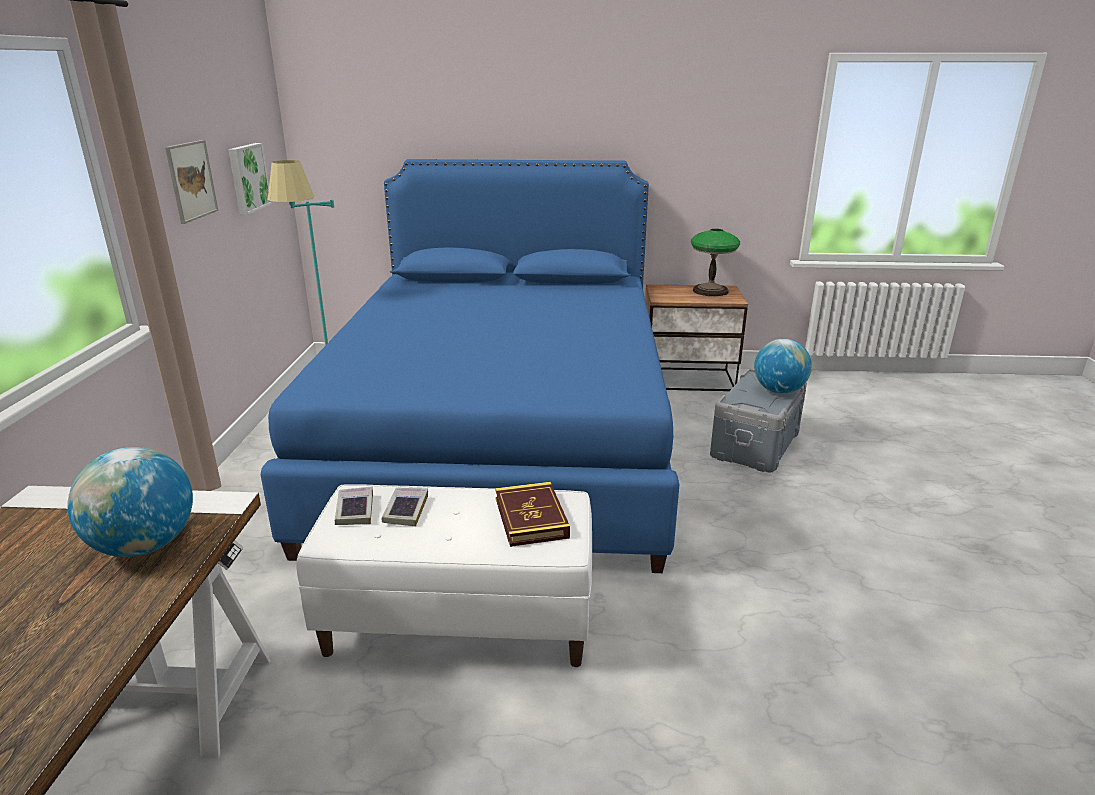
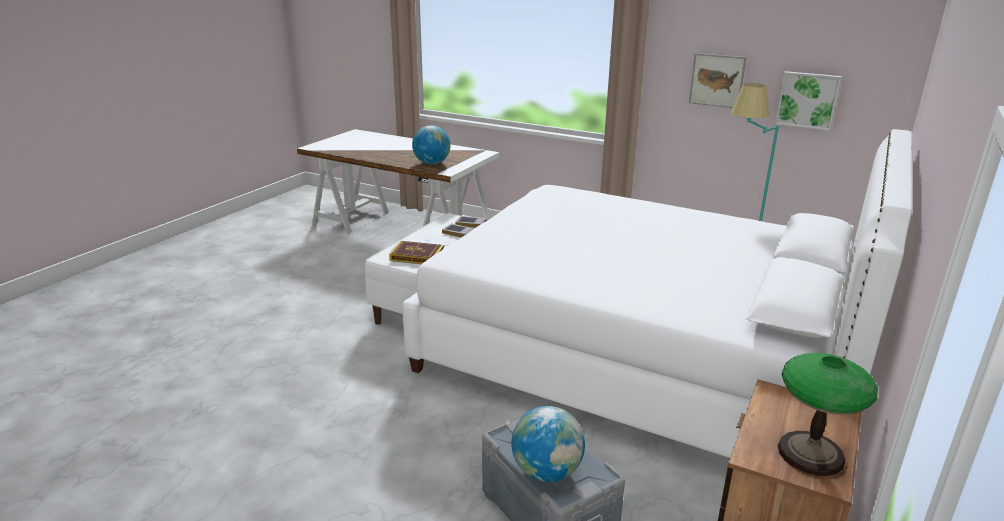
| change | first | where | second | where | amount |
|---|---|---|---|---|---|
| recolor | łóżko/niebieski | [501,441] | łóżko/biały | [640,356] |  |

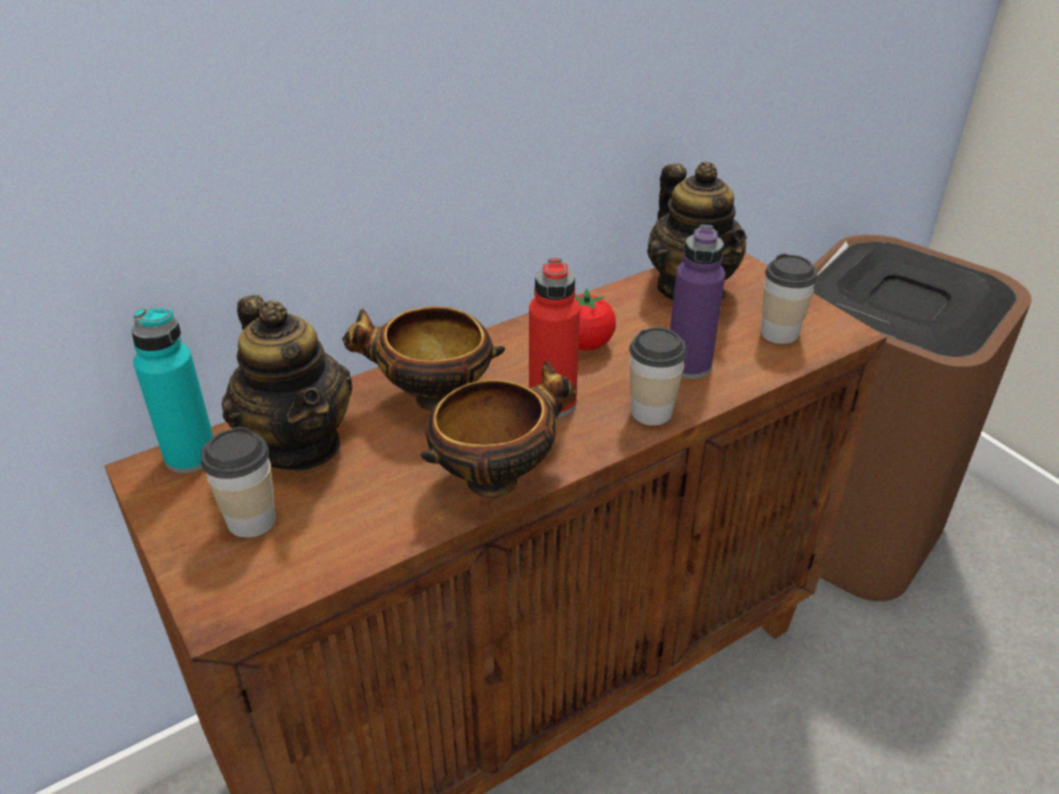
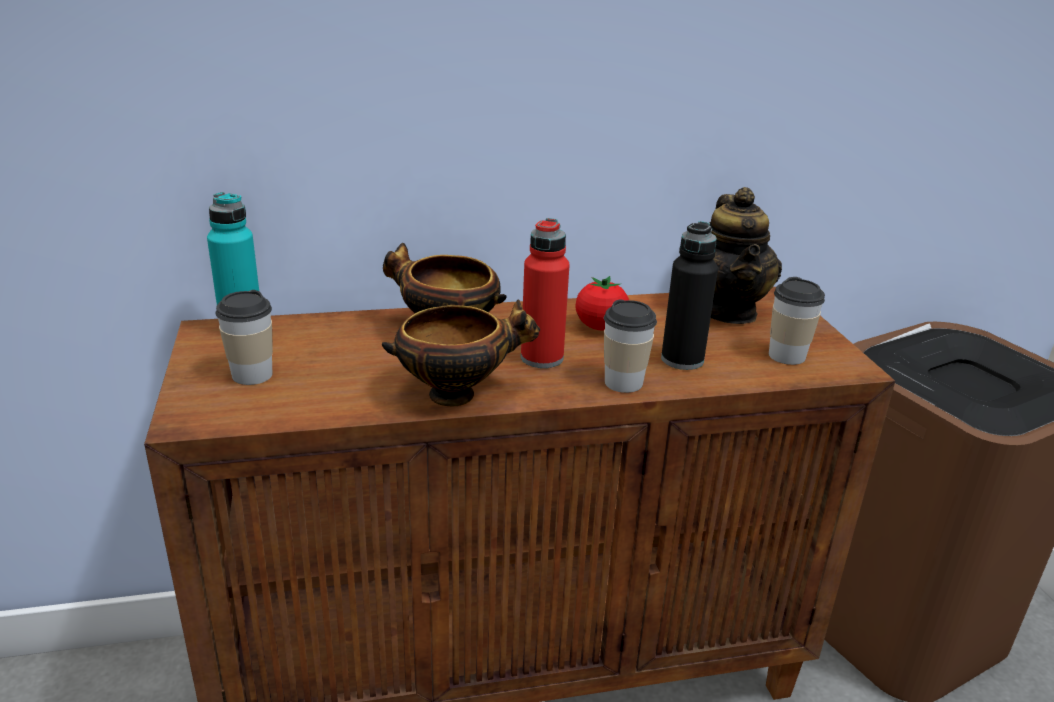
| change | first | where | second | where | amount |
|---|---|---|---|---|---|
| recolor | butelka/fioletowy | [688,366] | butelka/czarny | [682,360] |  |
| delete | imbryk | [299,444] |  |  |  |

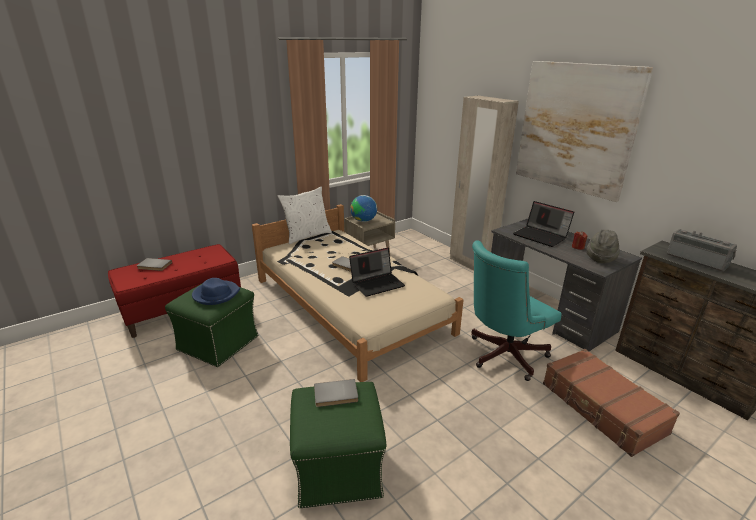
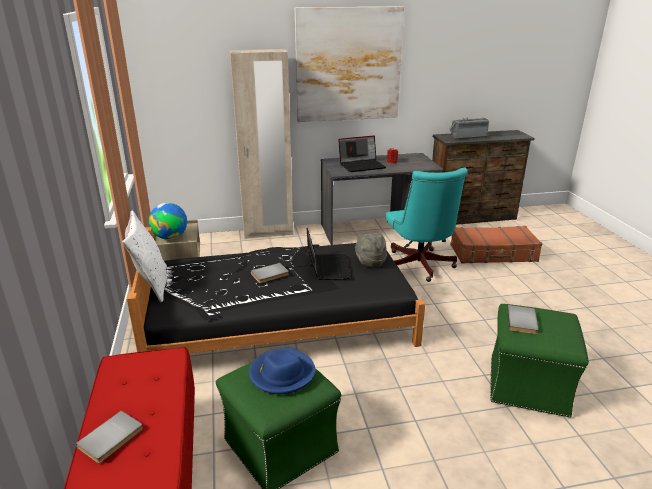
| change | first | where | second | where | amount |
|---|---|---|---|---|---|
| recolor | łóżko/beżowy | [349,305] | łóżko/czarny | [279,320] |  |
| move | kapelusz/szary | [600,258] |  | [370,262] |  |

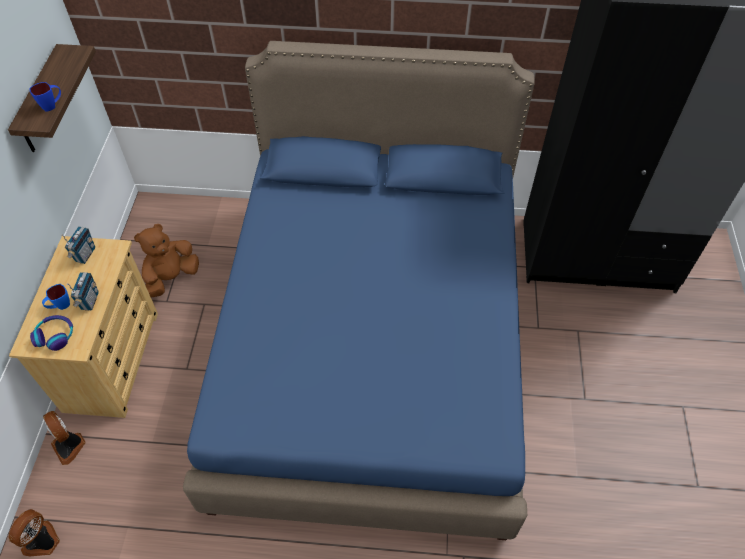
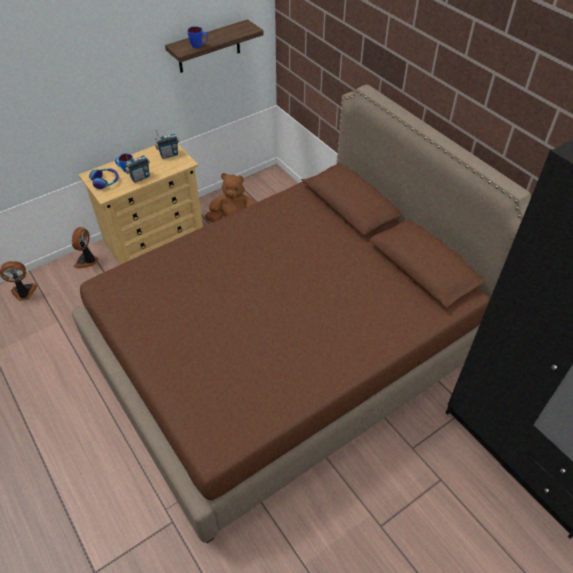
| change | first | where | second | where | amount |
|---|---|---|---|---|---|
| recolor | łóżko/niebieski | [372,347] | łóżko/brązowy | [286,353] |  |

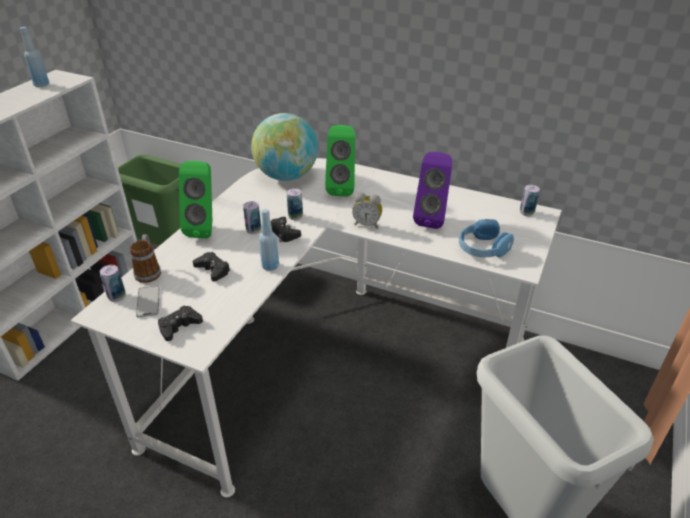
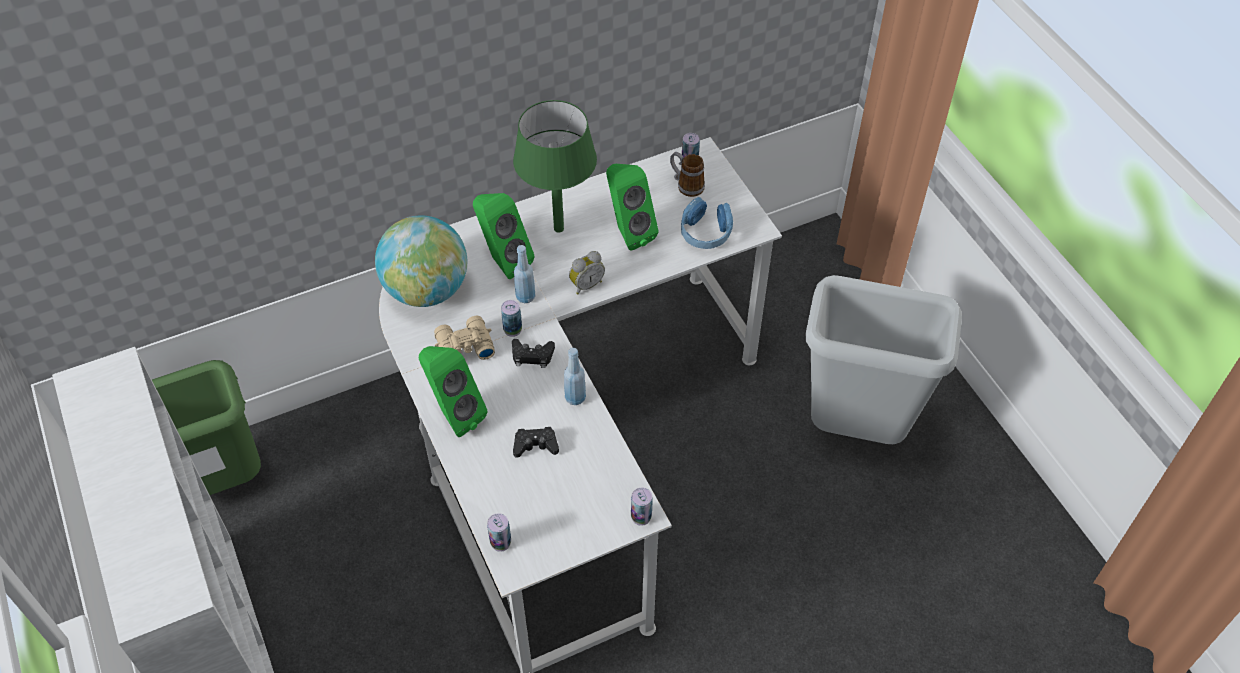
| change | first | where | second | where | amount |
|---|---|---|---|---|---|
| move | butelka/niebieski | [41,85] |  | [525,296] |  |
| recolor | głośnik/fioletowy | [431,218] | głośnik/zielony | [628,232] |  |
| move | puszka | [253,230] |  | [641,516] |  |
| move | kubek | [149,271] |  | [686,185] |  |
| delete | telefon | [148,302] |  |  |  |
| delete | pad do gier/czarny | [179,326] |  |  |  |
| insert |  |  | lampa stołowa/zielony | [558,228] |  |
| insert |  |  | lornetka/beżowy | [463,347] |  |

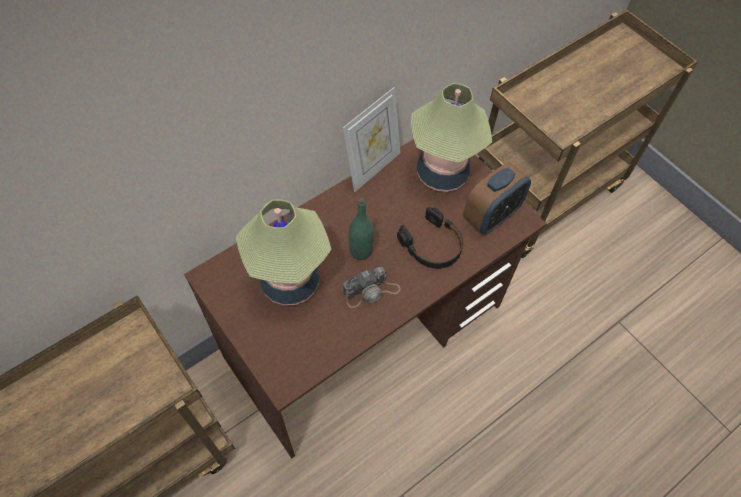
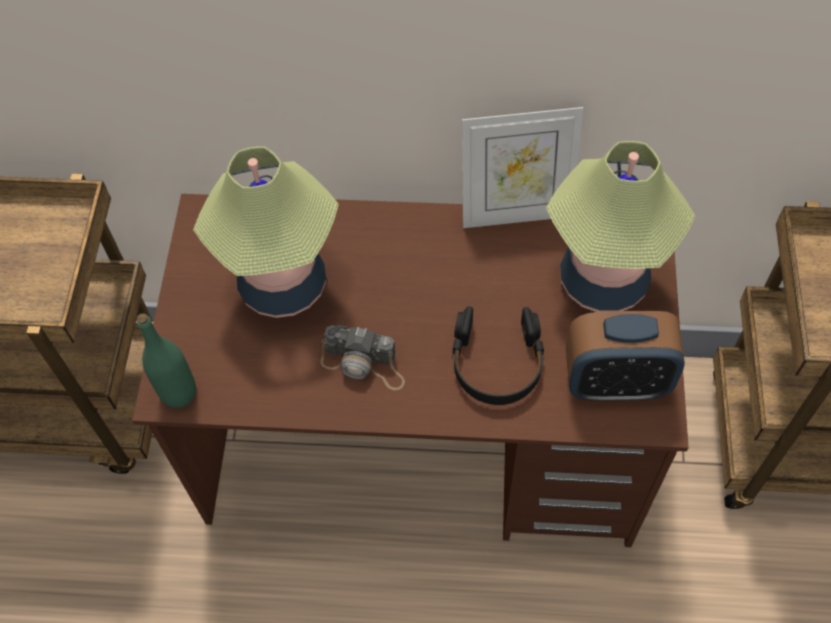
| change | first | where | second | where | amount |
|---|---|---|---|---|---|
| move | butelka/zielony | [361,251] |  | [178,392] |  |

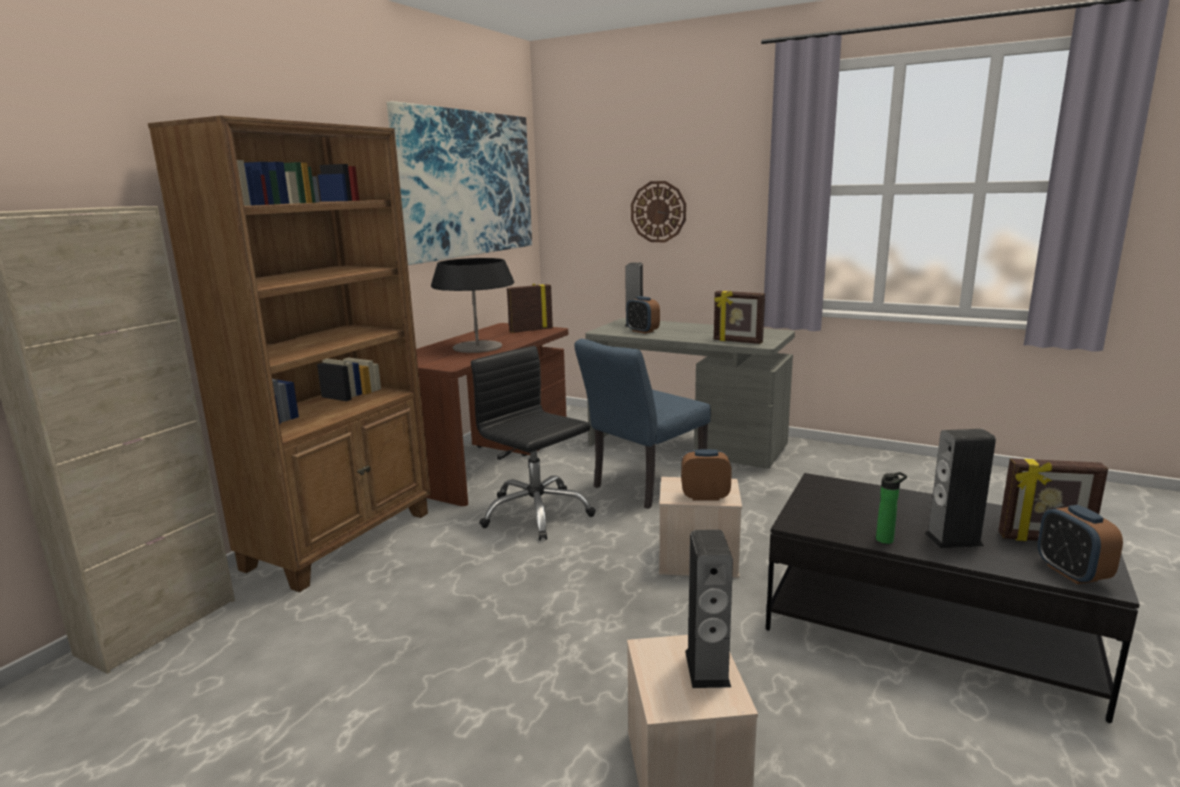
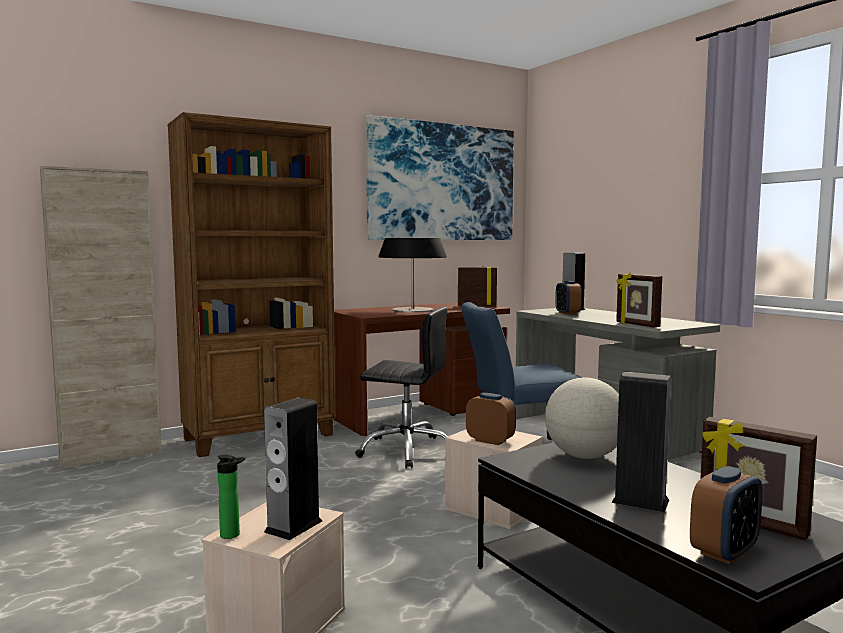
| change | first | where | second | where | amount |
|---|---|---|---|---|---|
| delete | zegar ścienny | [658,211] |  |  |  |
| rotate | krzesło biurowe/czarny | [536,513] |  | [407,450] | 120 degrees clockwise |
| move | butelka | [887,539] |  | [232,535] |  |
| rotate | budzik | [1071,573] |  | [724,552] | 150 degrees counterclockwise |
| insert |  |  | globus | [584,456] |  |

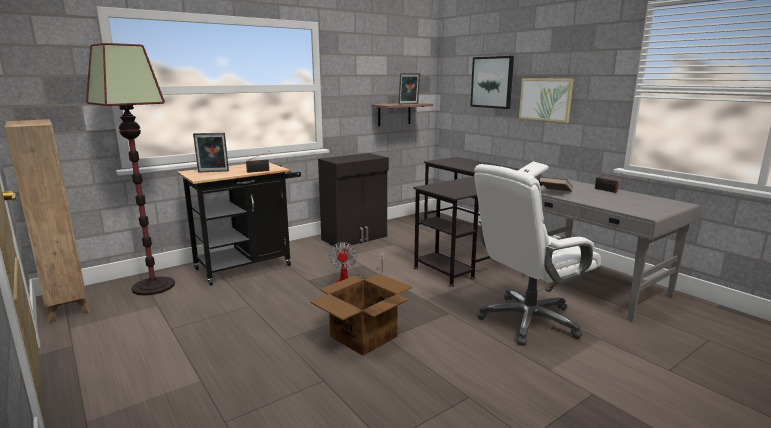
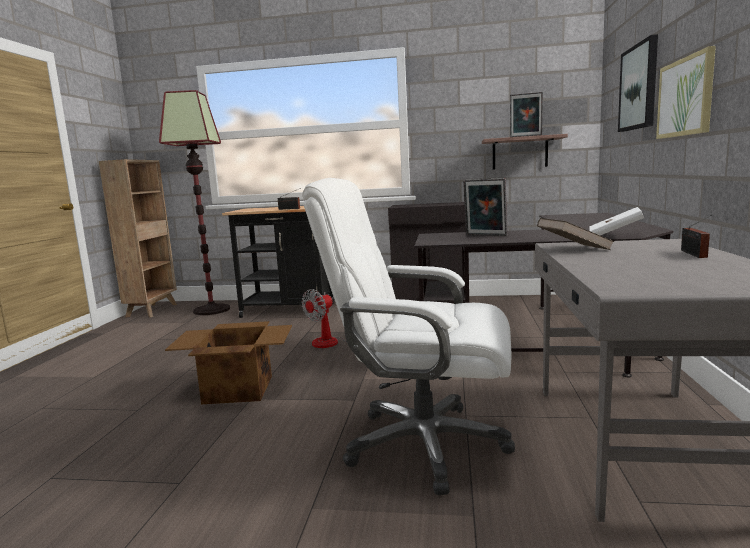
| change | first | where | second | where | amount |
|---|---|---|---|---|---|
| move | ramka na zdjęcie | [213,172] |  | [485,235] |  |

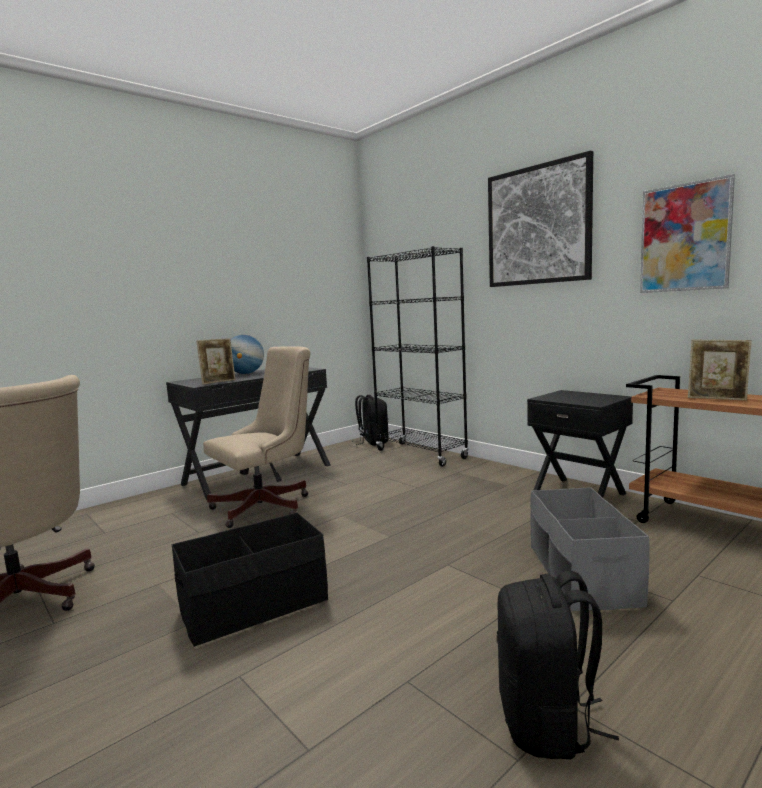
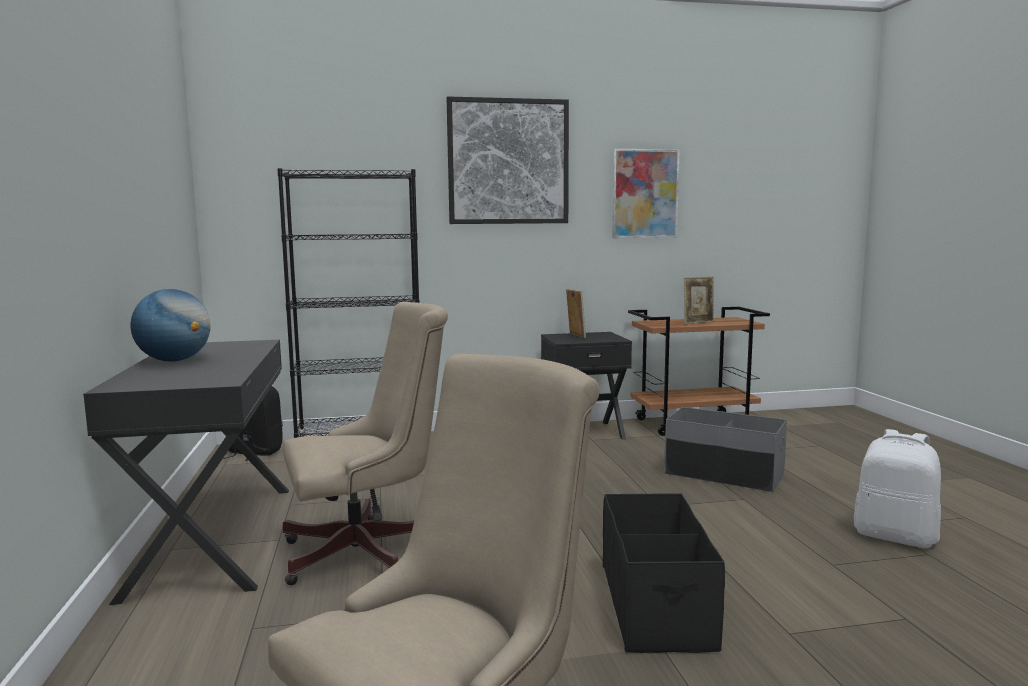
| change | first | where | second | where | amount |
|---|---|---|---|---|---|
| move | ramka na zdjęcie | [218,382] |  | [575,336] |  |
| rotate | krzesło biurowe/beżowy | [268,506] |  | [369,552] | 75 degrees clockwise |
| recolor | plecak/czarny | [547,722] | plecak/biały | [895,536] |  |

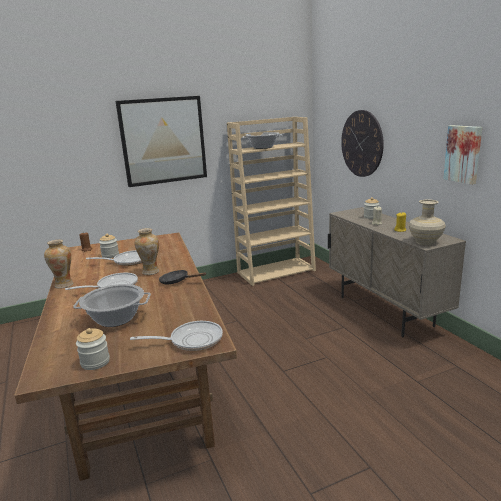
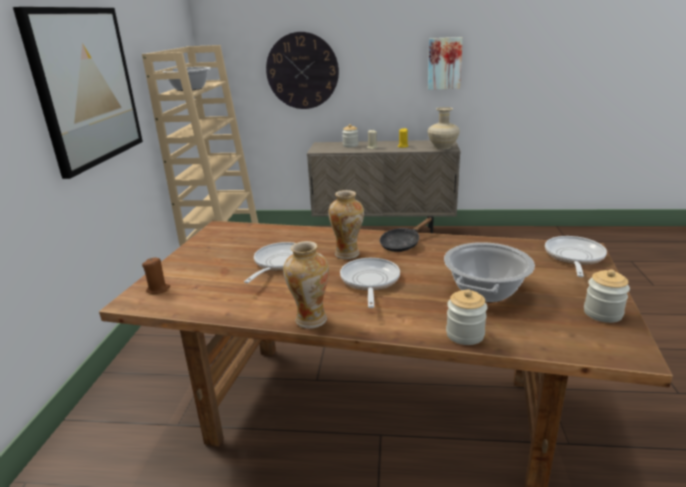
| change | first | where | second | where | amount |
|---|---|---|---|---|---|
| move | słoik | [110,255] |  | [465,334] |  |

